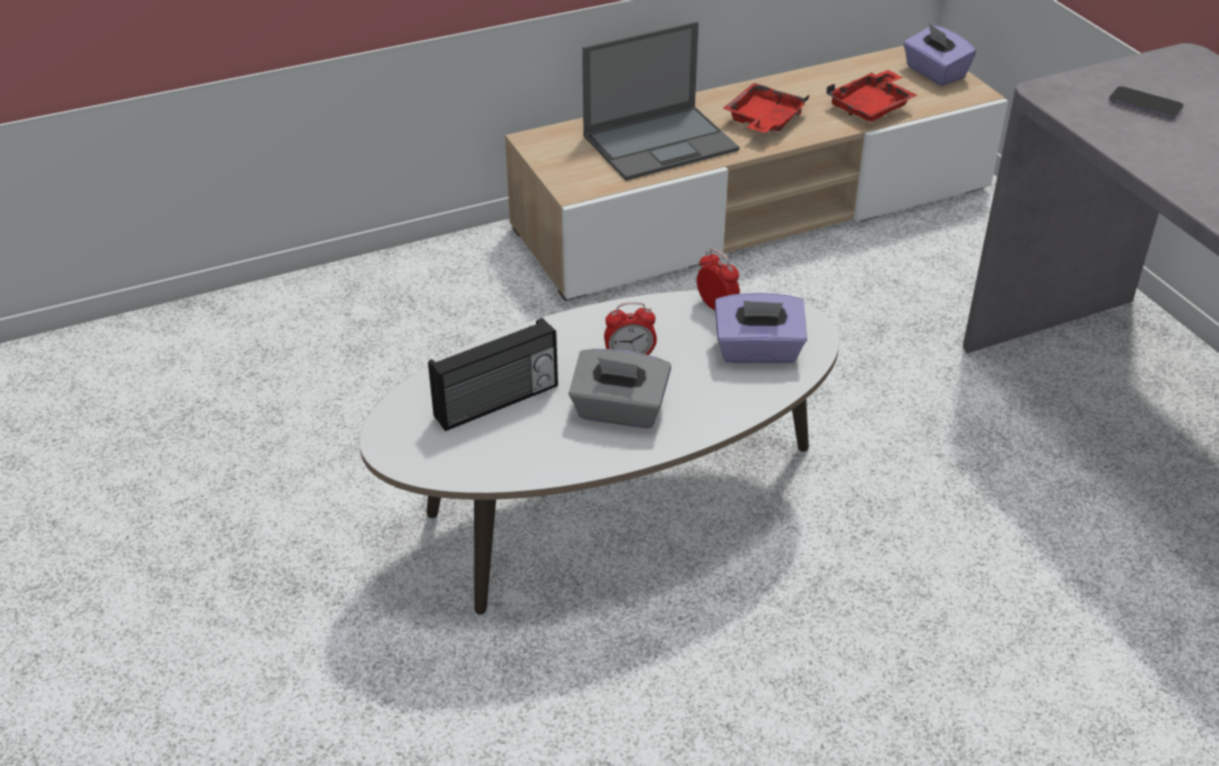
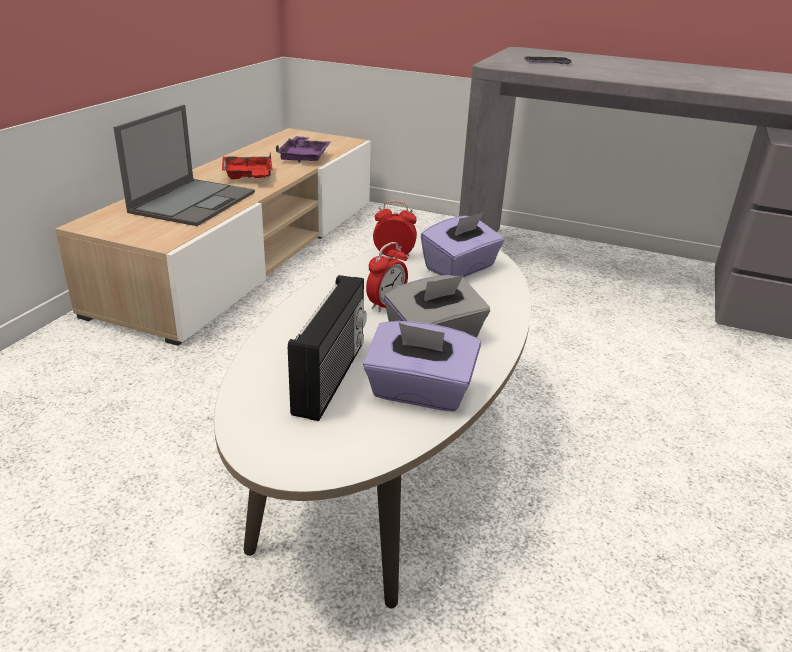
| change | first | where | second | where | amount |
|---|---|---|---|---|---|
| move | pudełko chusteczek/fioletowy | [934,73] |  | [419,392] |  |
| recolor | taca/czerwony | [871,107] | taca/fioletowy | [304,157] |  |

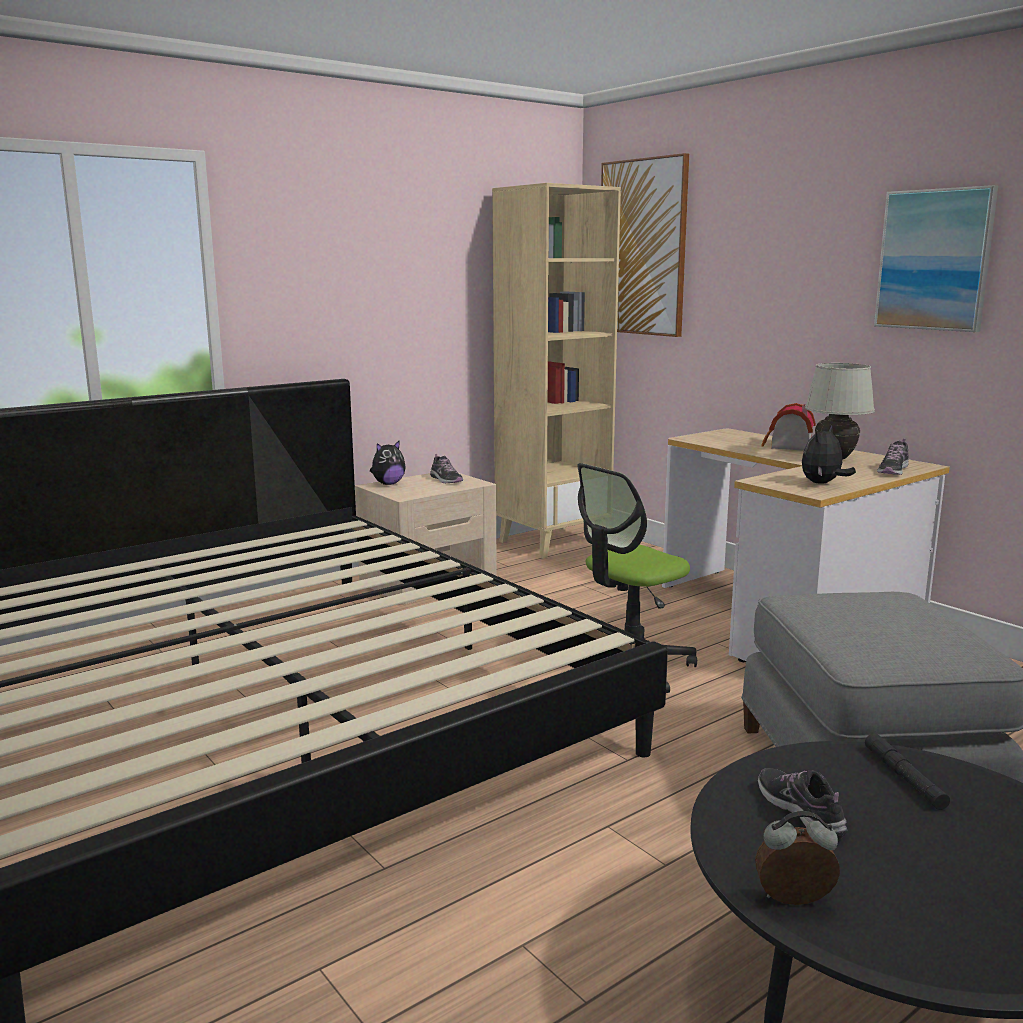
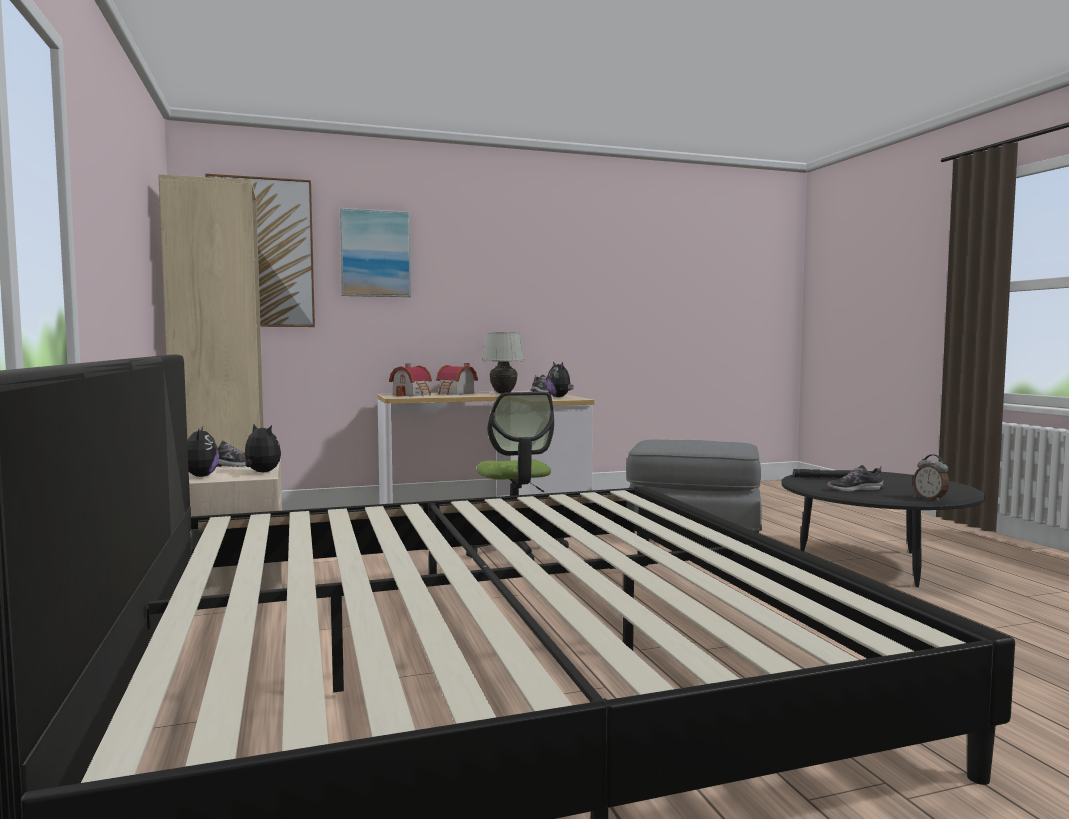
| change | first | where | second | where | amount |
|---|---|---|---|---|---|
| move | obraz | [934,260] |  | [375,253] |  |
| rotate | budzik | [794,902] |  | [930,499] | 45 degrees counterclockwise |
| insert |  |  | domek | [413,395] |  |
| insert |  |  | pluszak | [261,472] |  |

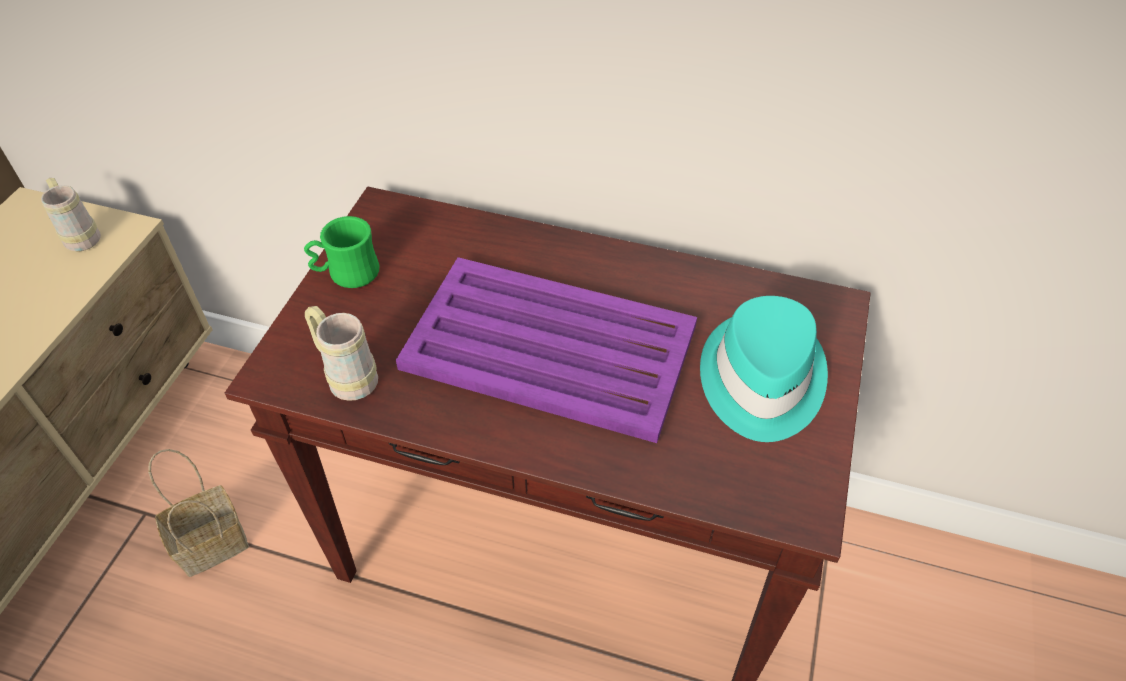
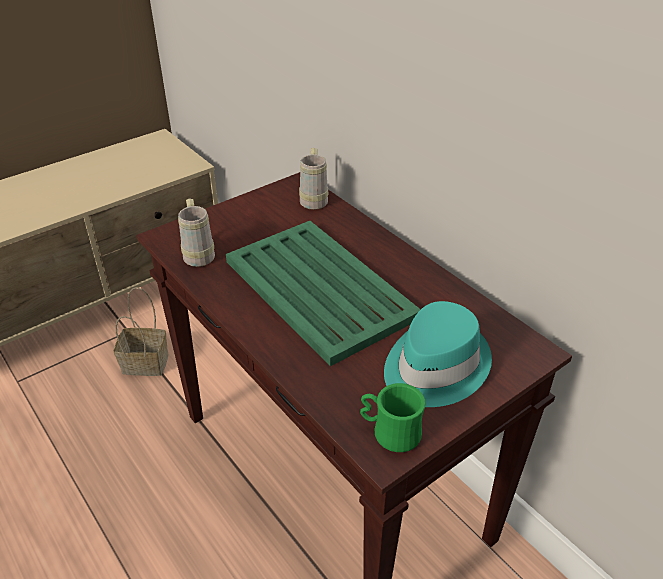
| change | first | where | second | where | amount |
|---|---|---|---|---|---|
| move | kubek/beżowy | [81,235] |  | [314,199] |  |
| move | kubek/zielony | [346,274] |  | [389,432] |  |
| recolor | taca/fioletowy | [552,349] | taca/zielony | [319,290] |  |

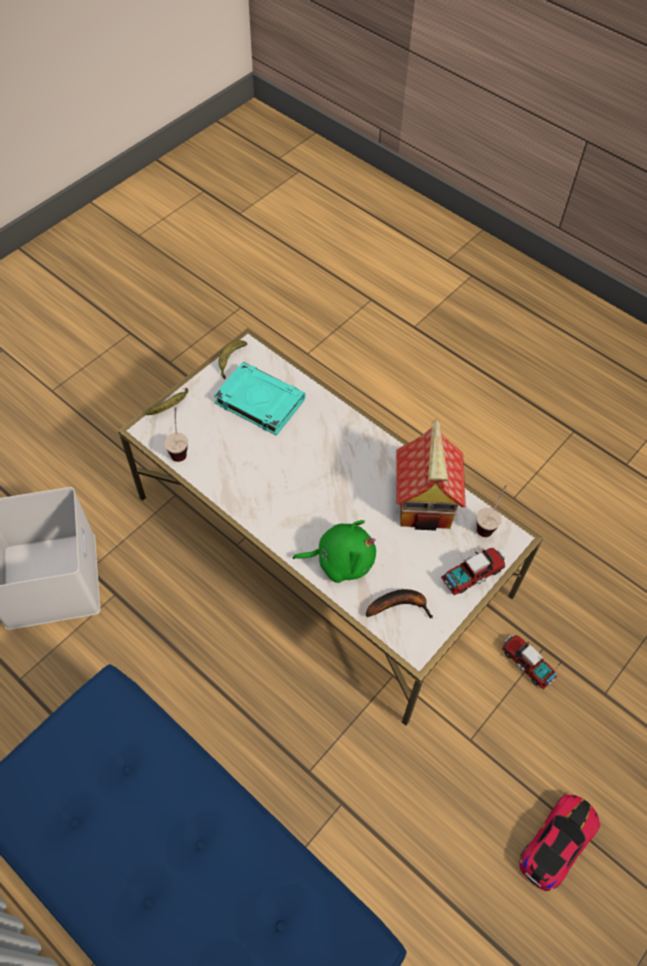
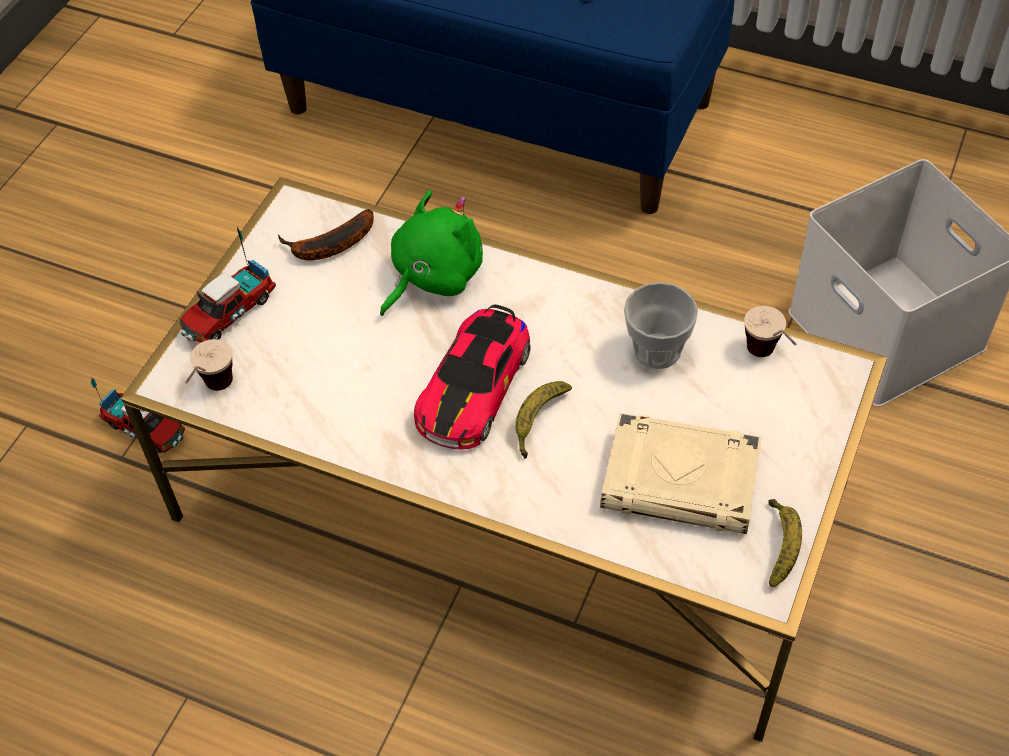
| change | first | where | second | where | amount |
|---|---|---|---|---|---|
| recolor | książka/turkusowy | [259,401] | książka/beżowy | [682,480] |  |
| move | banan | [171,406] |  | [538,421] |  |
| delete | domek | [426,503] |  |  |  |
| rotate | pluszak/zielony | [341,560] |  | [433,276] | 150 degrees clockwise |
| move | samochodzik | [557,842] |  | [474,387] |  |
| insert |  |  | filiżanka | [657,350] |  |

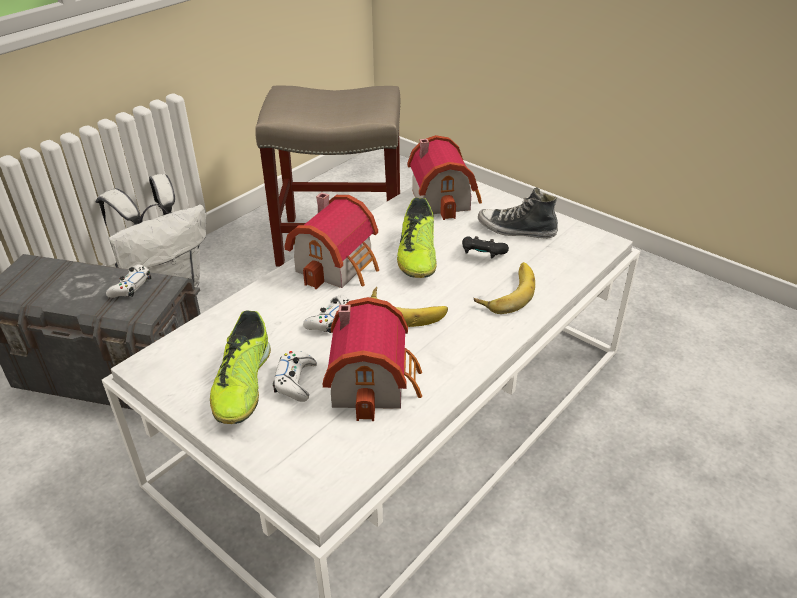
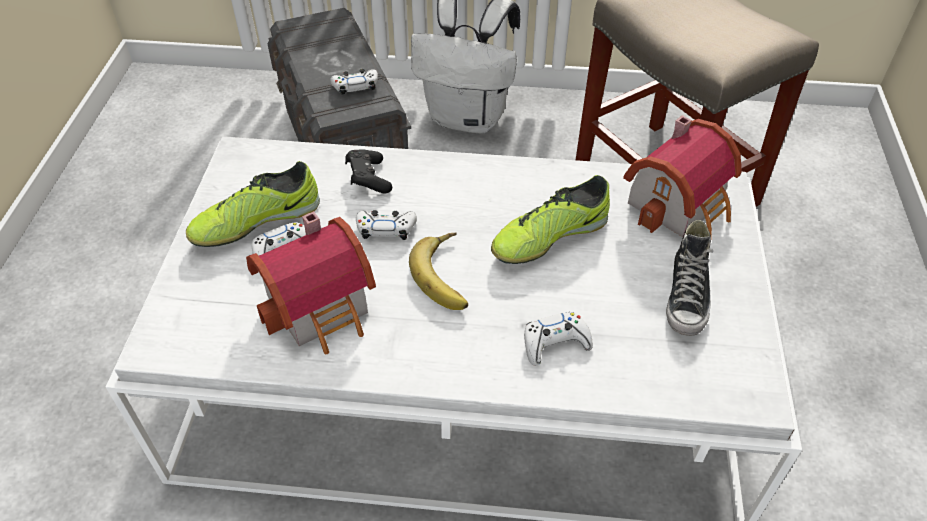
| change | first | where | second | where | amount |
|---|---|---|---|---|---|
| rotate | but | [516,230] |  | [687,297] | 150 degrees counterclockwise |
| delete | domek | [339,265] |  |  |  |
| move | pad do gier/czarny | [482,255] |  | [368,179] |  |
| replace | banan | [506,291] | pad do gier/biały | [555,343] |  |

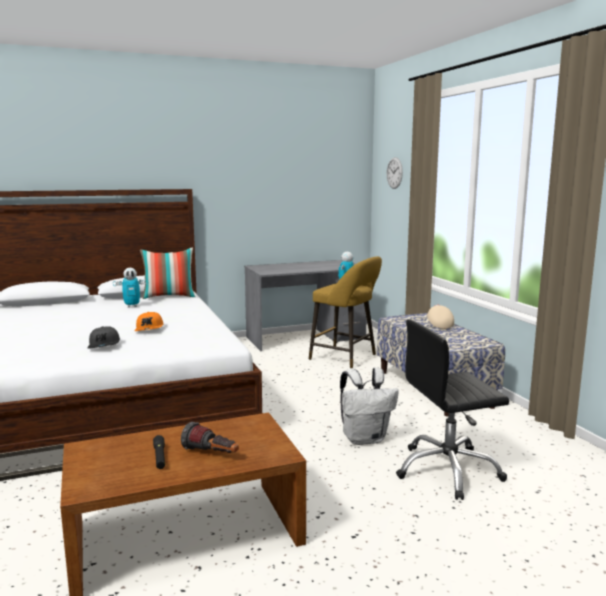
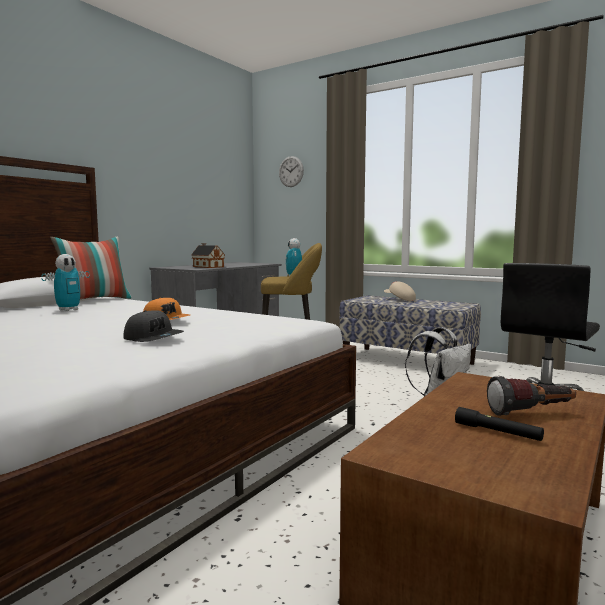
| change | first | where | second | where | amount |
|---|---|---|---|---|---|
| insert |  |  | domek | [208,267] |  |

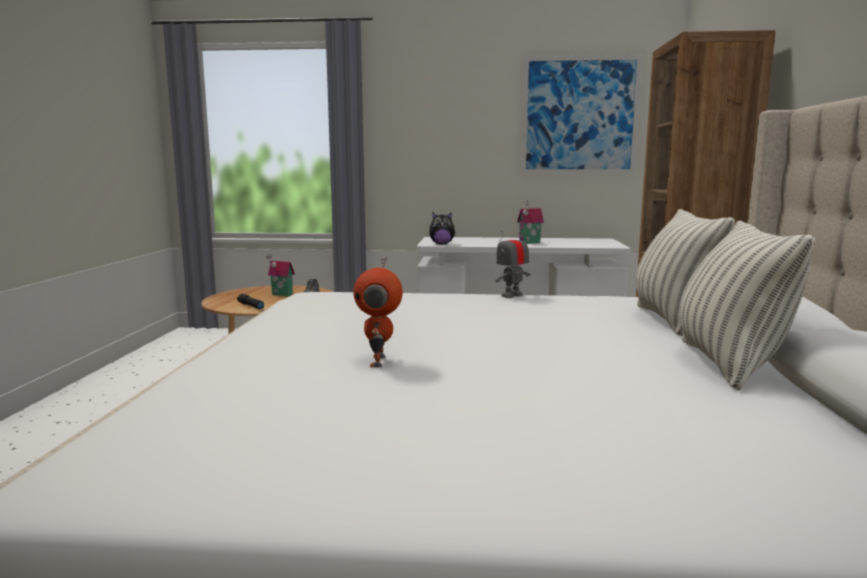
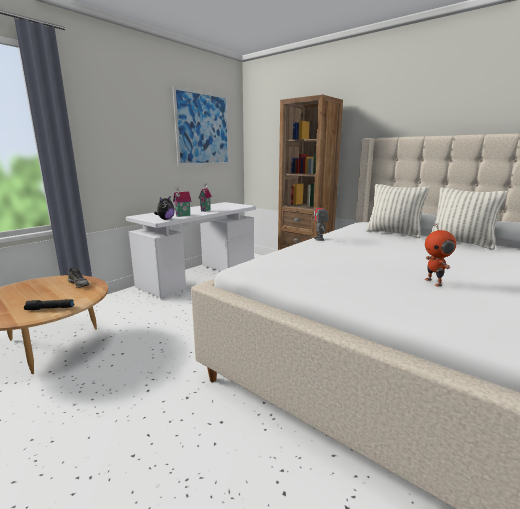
| change | first | where | second | where | amount |
|---|---|---|---|---|---|
| move | domek | [281,295] |  | [183,215] |  |
| rotate | robot zabawkowy | [380,361] |  | [434,282] | 45 degrees clockwise |

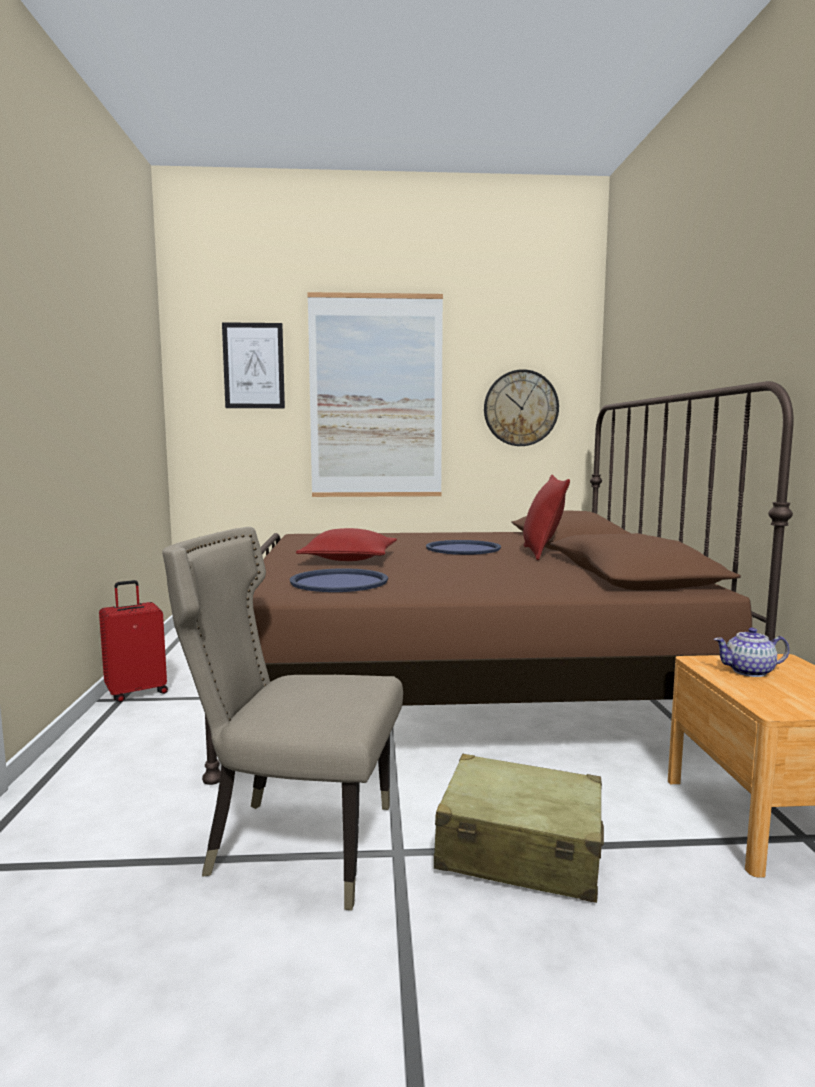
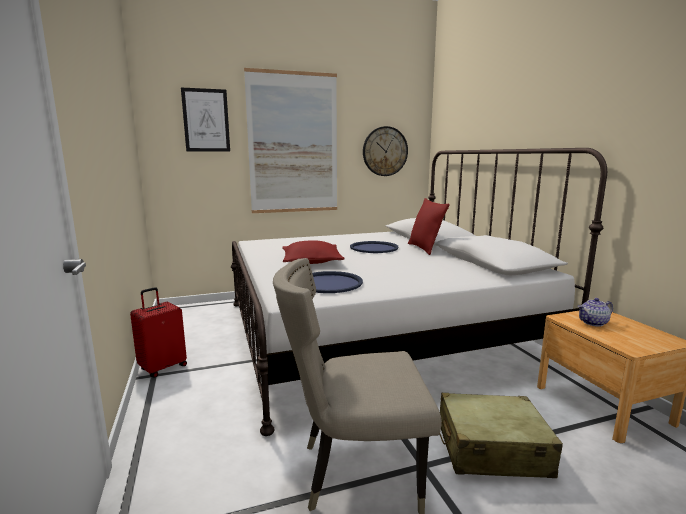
| change | first | where | second | where | amount |
|---|---|---|---|---|---|
| recolor | łóżko/brązowy | [458,679] | łóżko/biały | [376,332] |  |

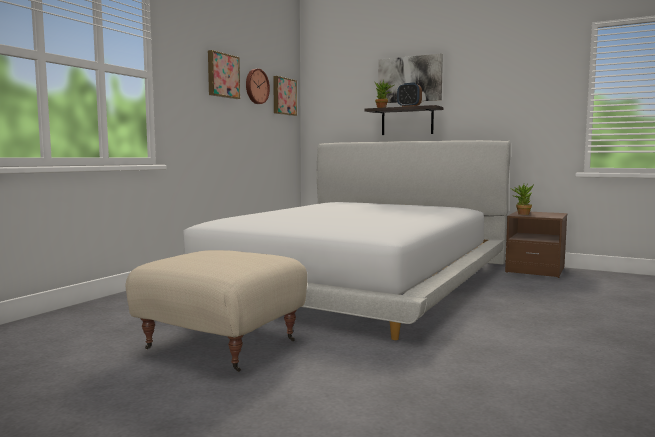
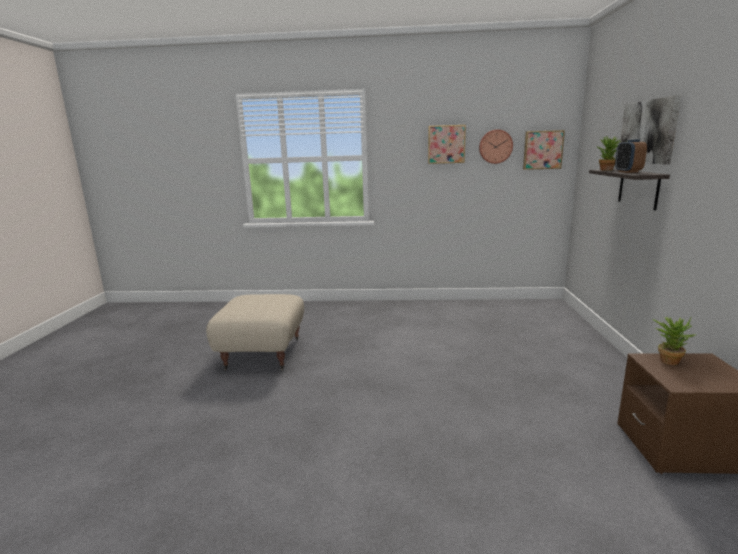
| change | first | where | second | where | amount |
|---|---|---|---|---|---|
| delete | łóżko/biały | [355,278] |  |  |  |

